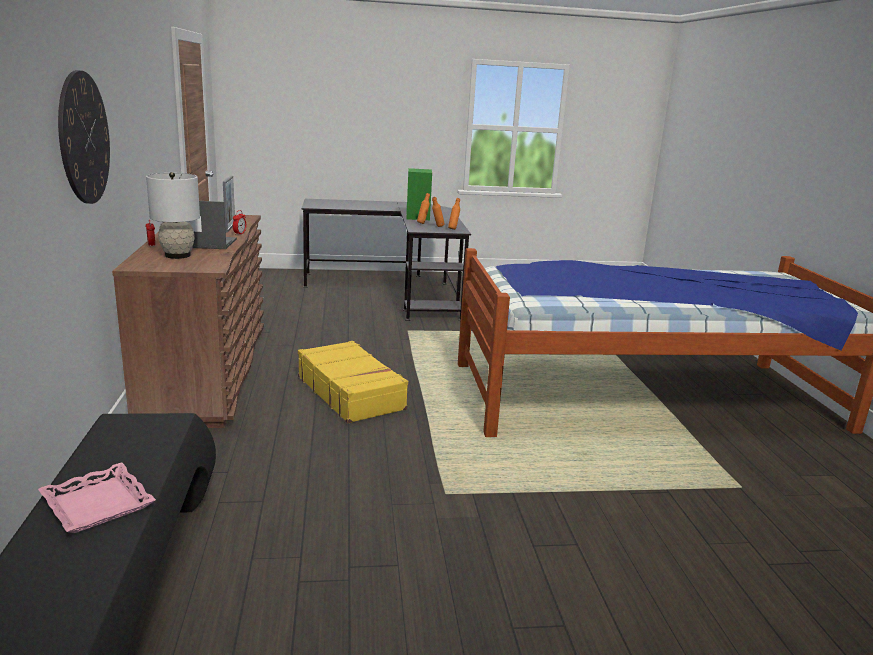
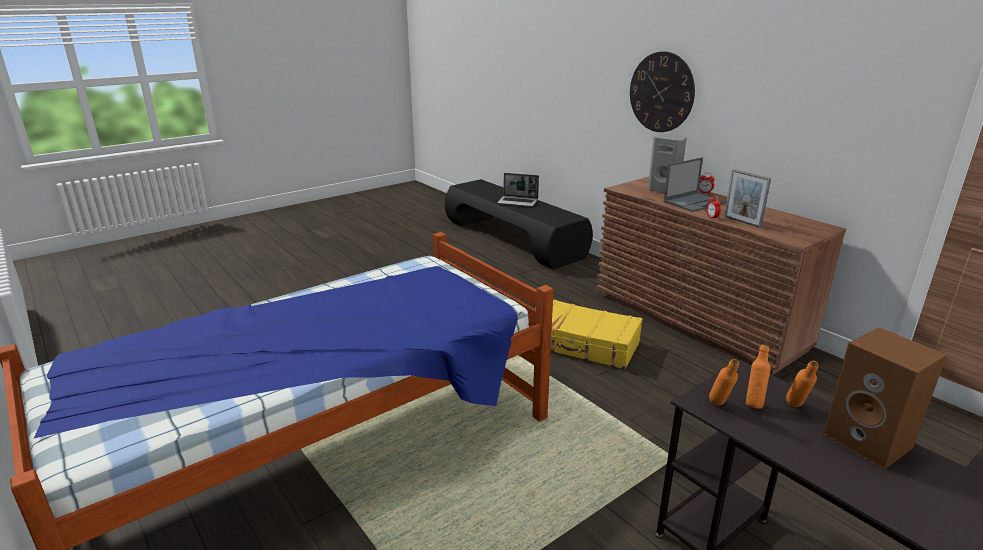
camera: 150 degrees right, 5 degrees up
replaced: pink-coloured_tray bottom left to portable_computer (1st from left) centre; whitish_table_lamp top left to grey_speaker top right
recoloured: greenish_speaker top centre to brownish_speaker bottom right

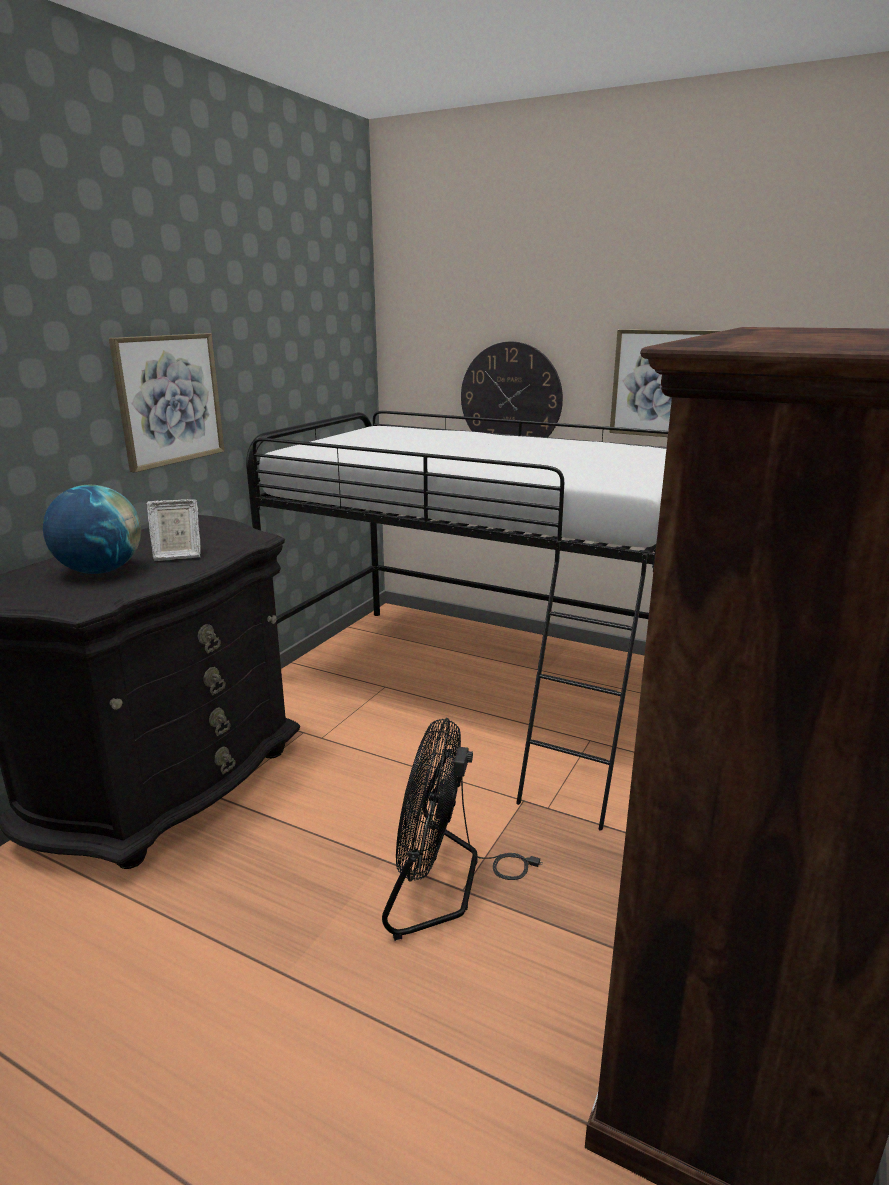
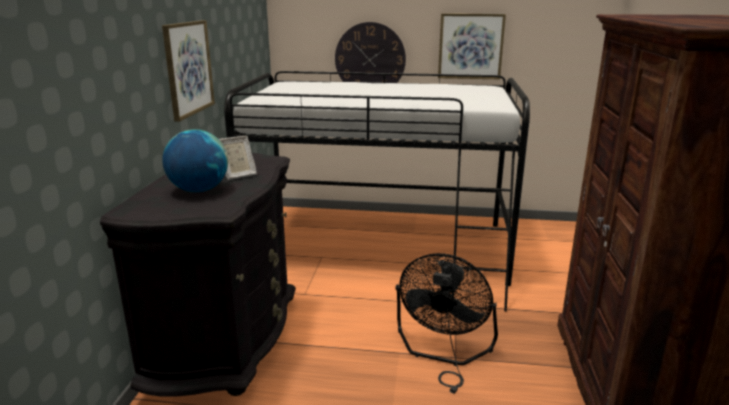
camera: 20 degrees left, 0 degrees up
turned: black-coloured_cooling_fan bottom centre = bottom centre 120 degrees clockwise

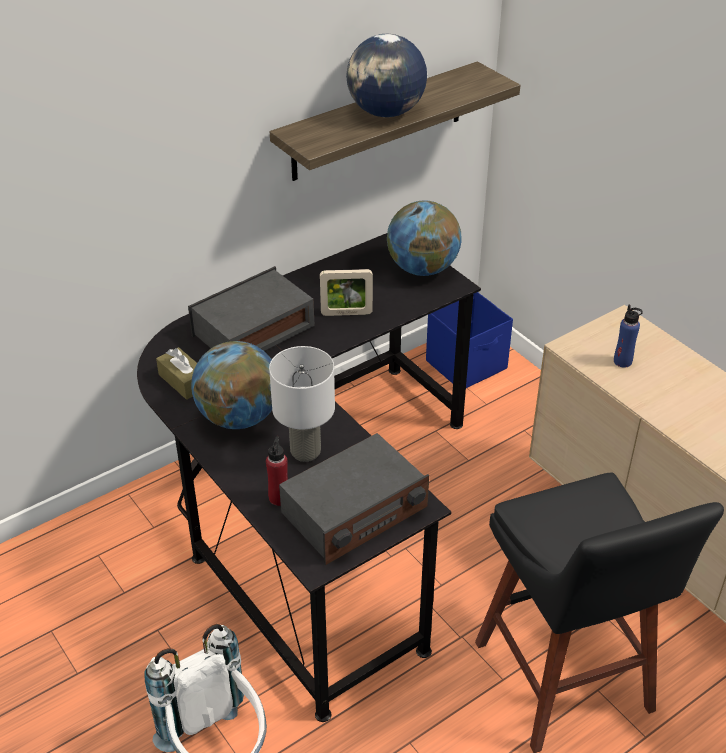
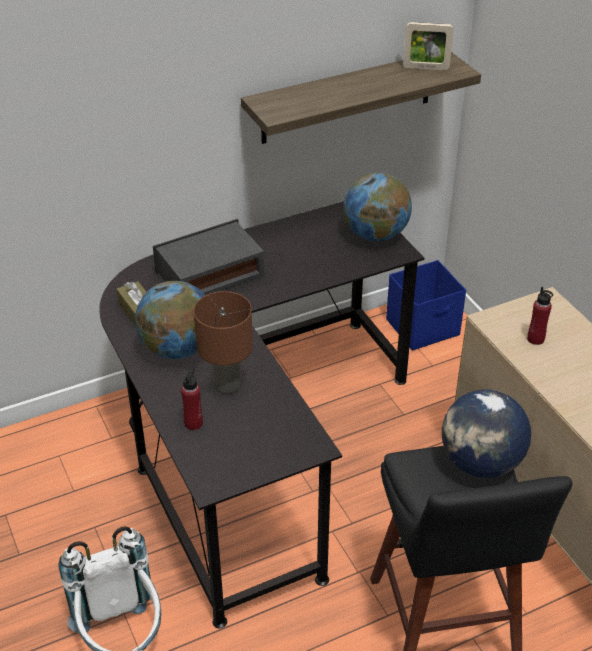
camera: 10 degrees right, 0 degrees up
removed: radio (2nd from left) centre
moved: picture_frame centre to top right; desk_globe (2nd from left in the first image) top centre to desk_globe (3rd from left) middle right
recoloured: whitish_table_lamp centre to brownish_table_lamp centre; bluish_drink_bottle middle right to red-coloured_drink_bottle (2nd from left) middle right

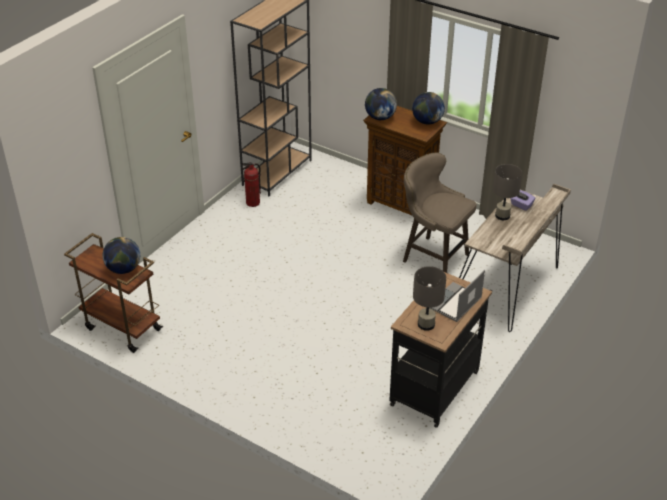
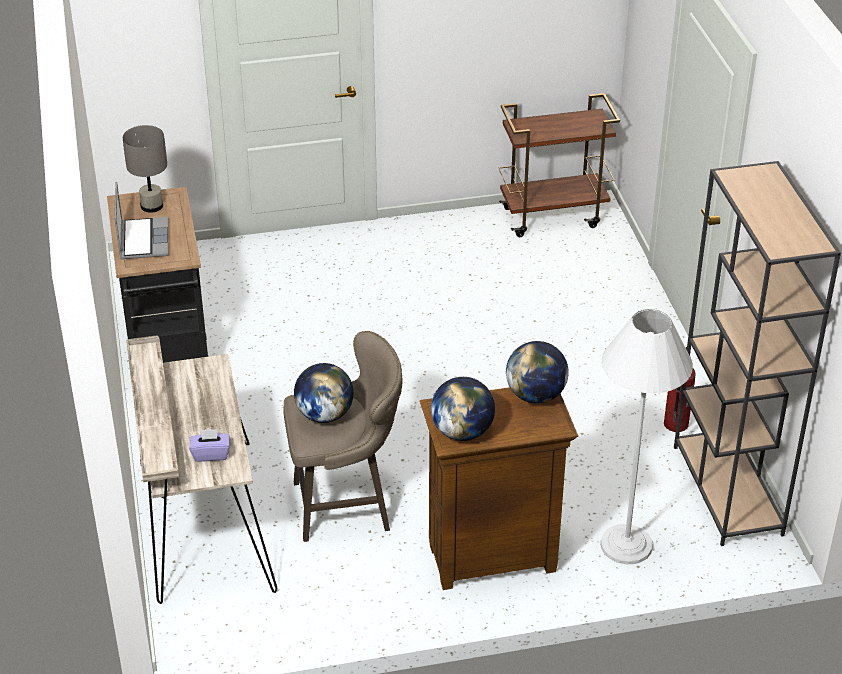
camera: 135 degrees right, 0 degrees up
removed: grey_table_lamp (2nd from left) middle right
added: whitish_standing_lamp middle right
moved: desk_globe (1st from left) middle left to centre

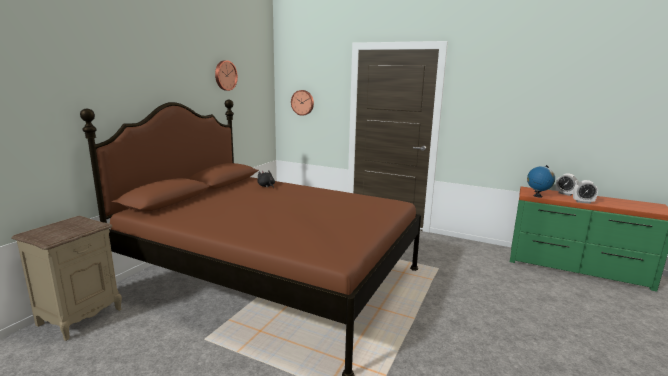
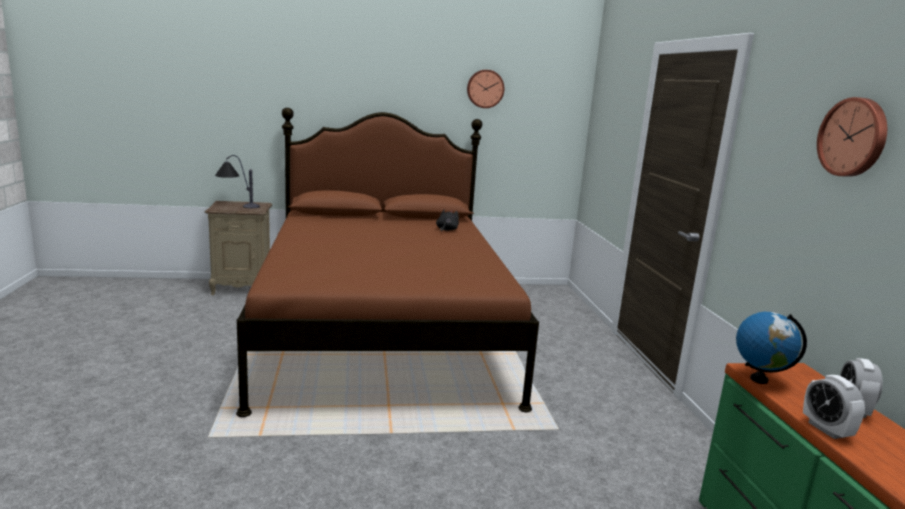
camera: 55 degrees right, 0 degrees up
added: table_lamp middle left
moved: hanging_clock (2nd from left) top centre to top right

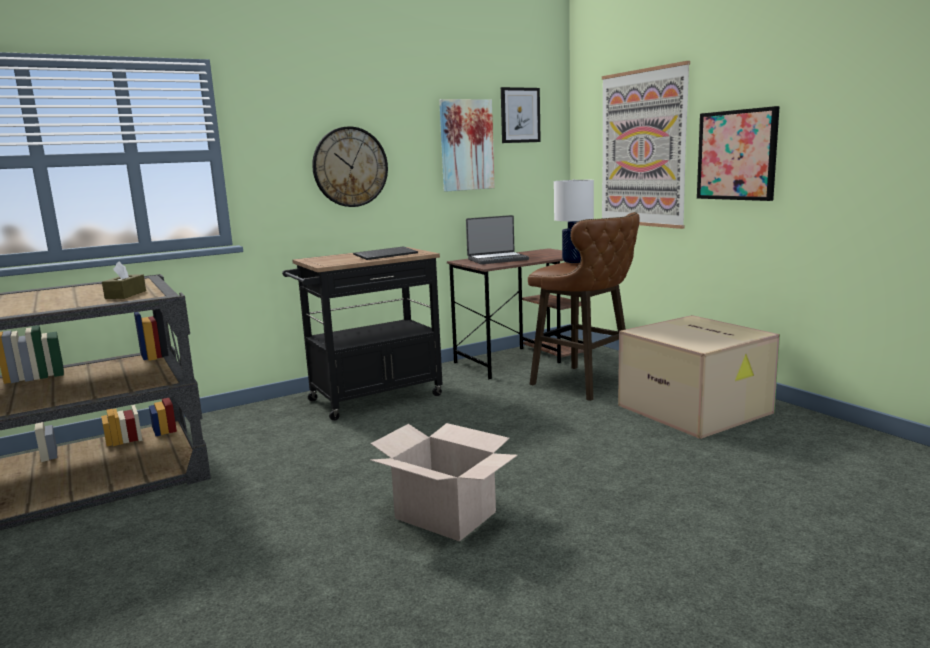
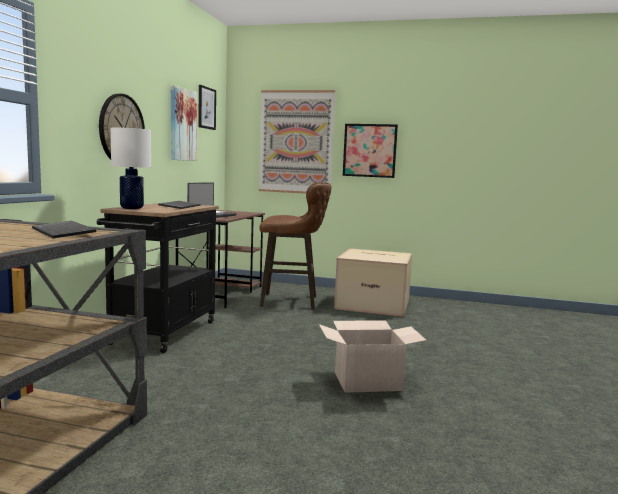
camera: 45 degrees left, 5 degrees down
moved: whitish_table_lamp centre to middle left
replaced: brownish_tissue_holder middle left to computer_keyboard (1st from left) middle left

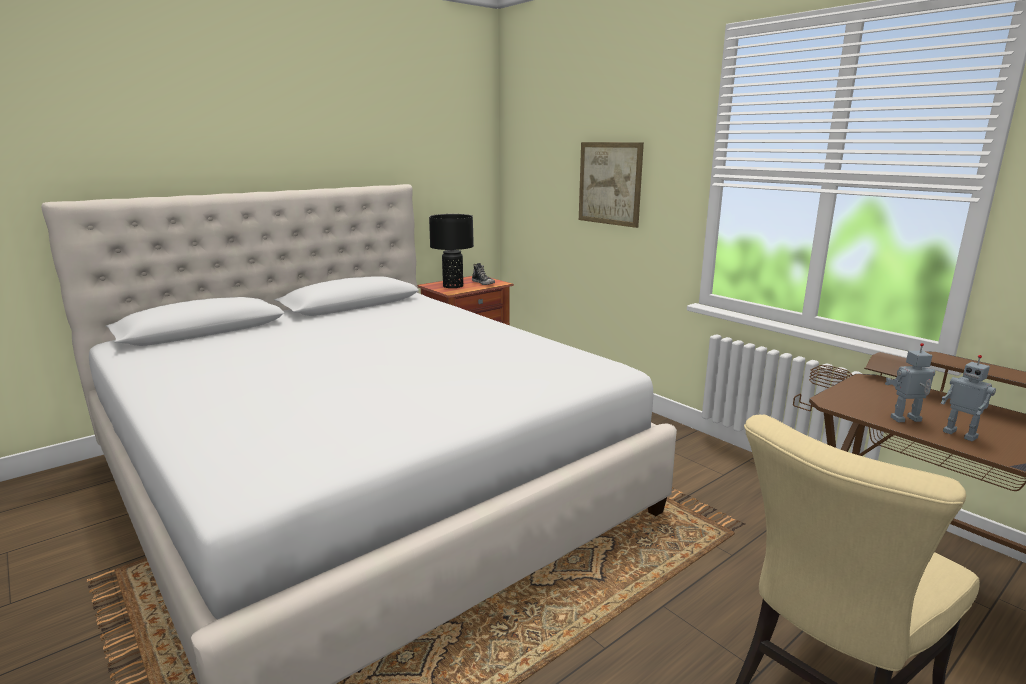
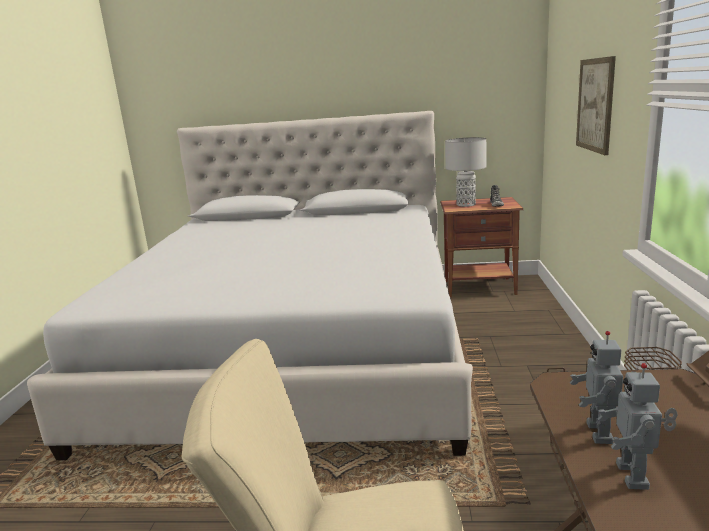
camera: 45 degrees right, 0 degrees up
recoloured: black-coloured_table_lamp centre to whitish_table_lamp top centre
turned: toy_robot (1st from left) middle right = bottom right 120 degrees counterclockwise

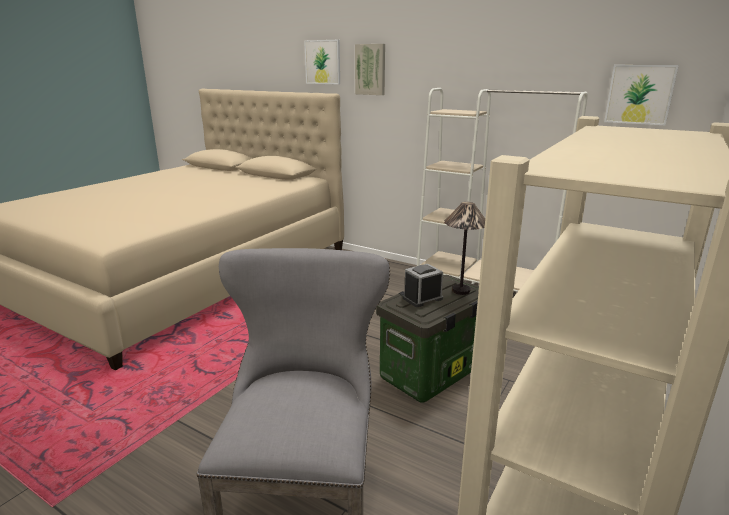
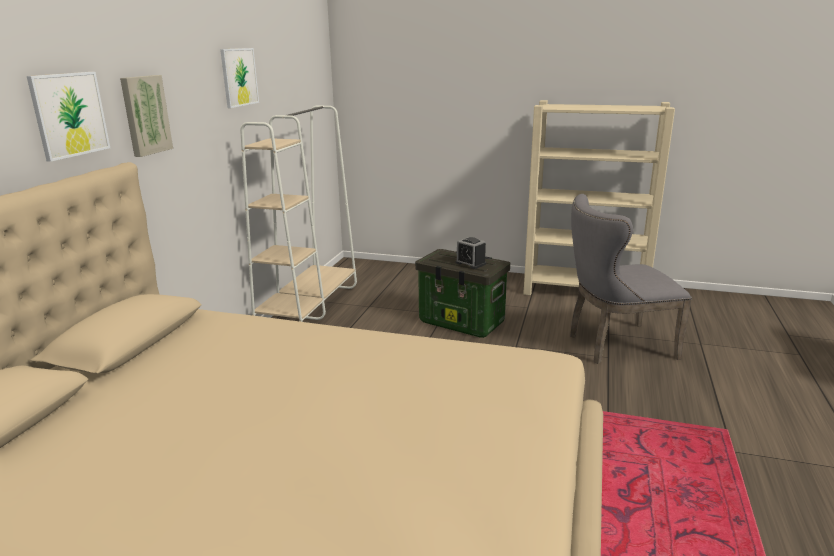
camera: 105 degrees left, 0 degrees up
removed: table_lamp centre
moved: wall_art (3rd from left) top right to top left

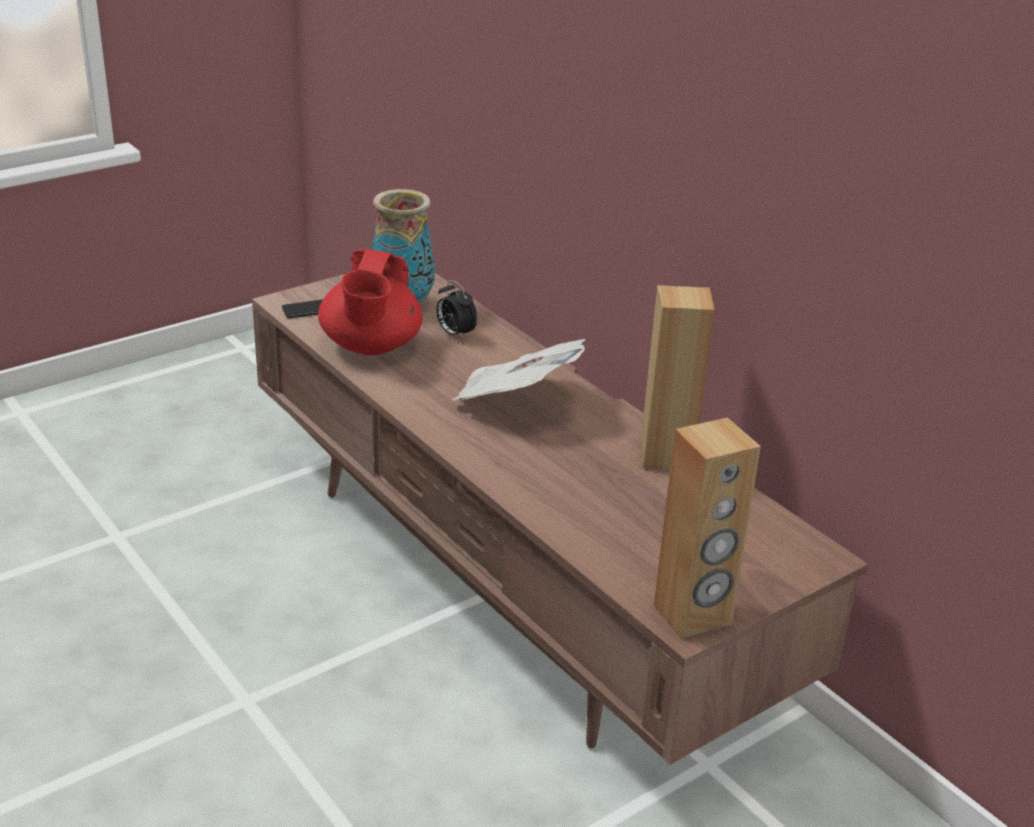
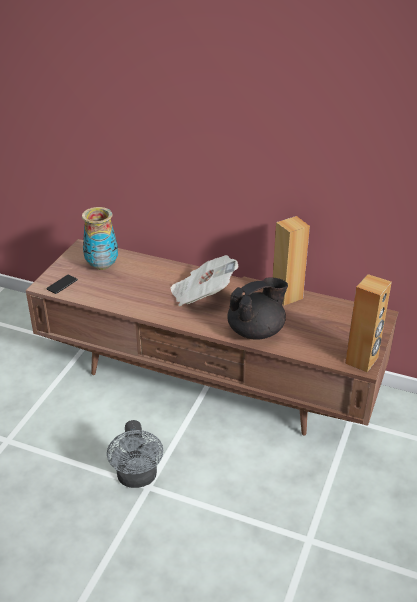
camera: 30 degrees left, 5 degrees up
removed: red-coloured_pot_for_tea centre; table_clock centre
added: grey_cooling_fan bottom left; black-coloured_pot_for_tea centre

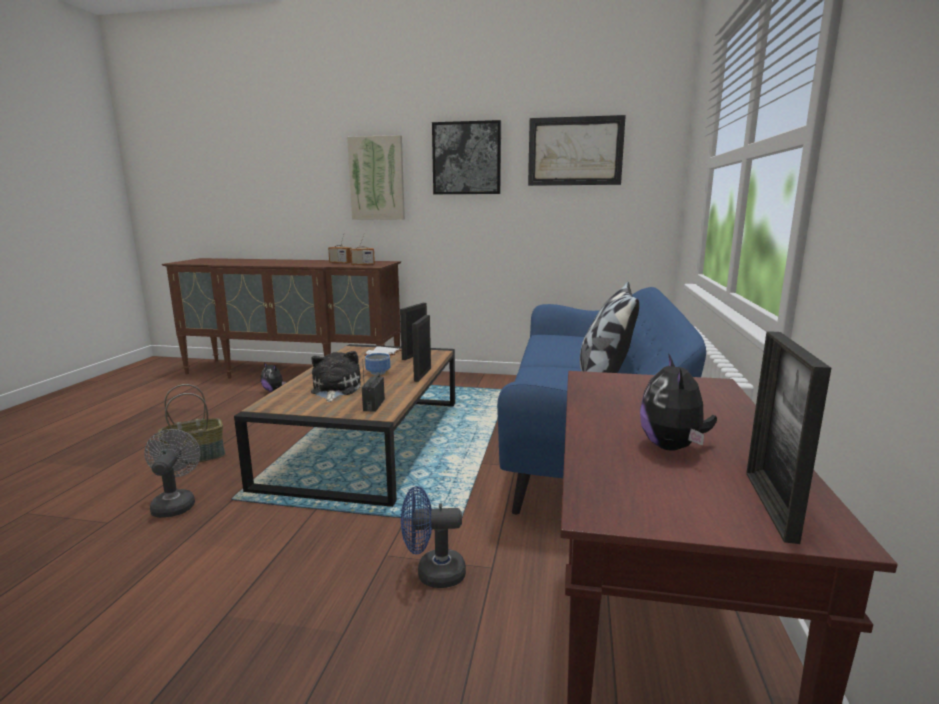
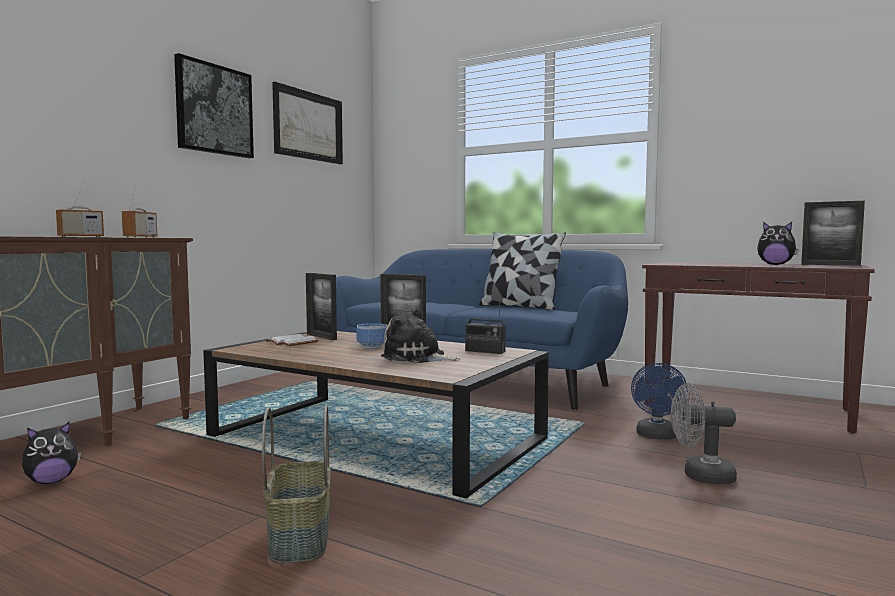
camera: 70 degrees left, 10 degrees down
removed: wall_art (1st from left) top centre
moved: grey_cooling_fan bottom left to bottom right

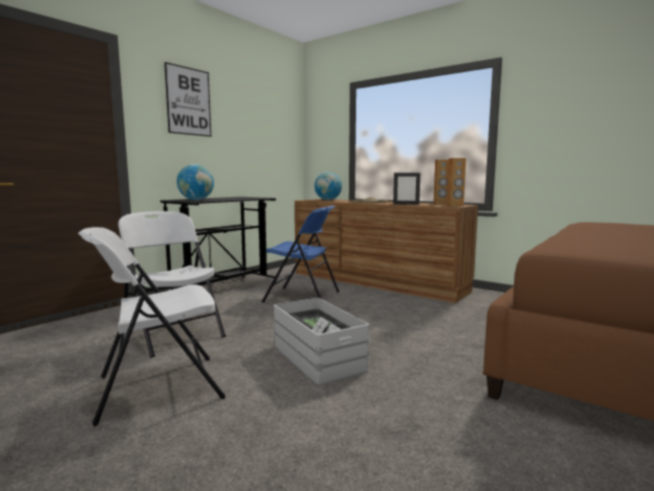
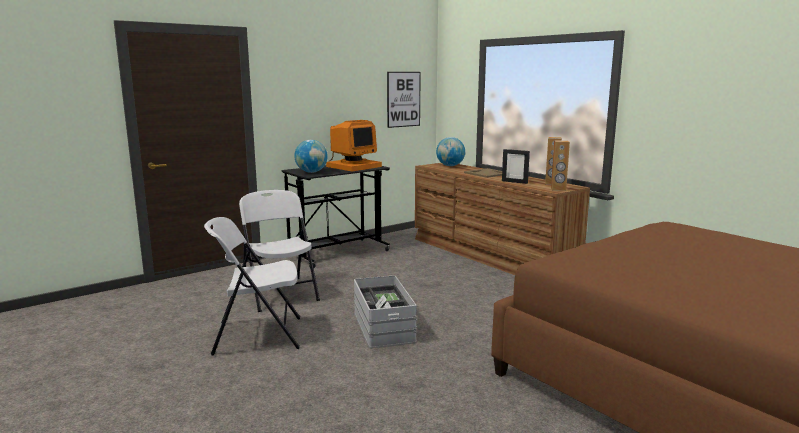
camera: 15 degrees right, 5 degrees up
removed: bluish_plain_chair centre
added: computer_screen centre
moved: wall_art top left to top centre

